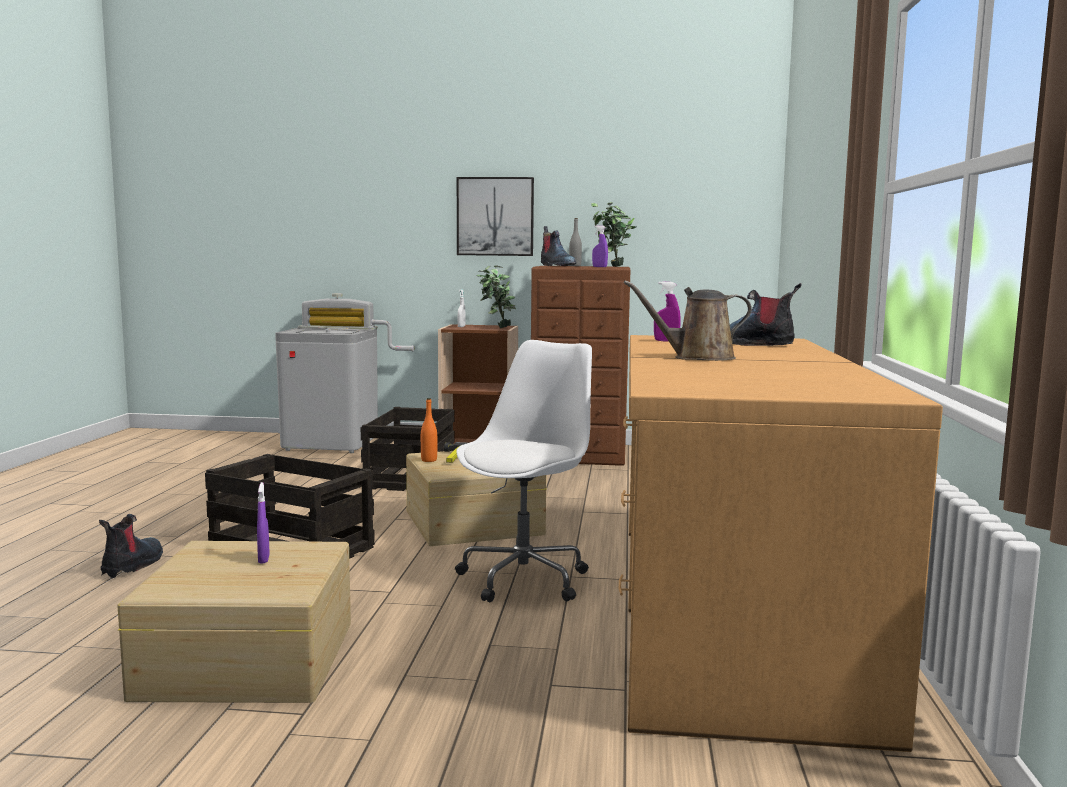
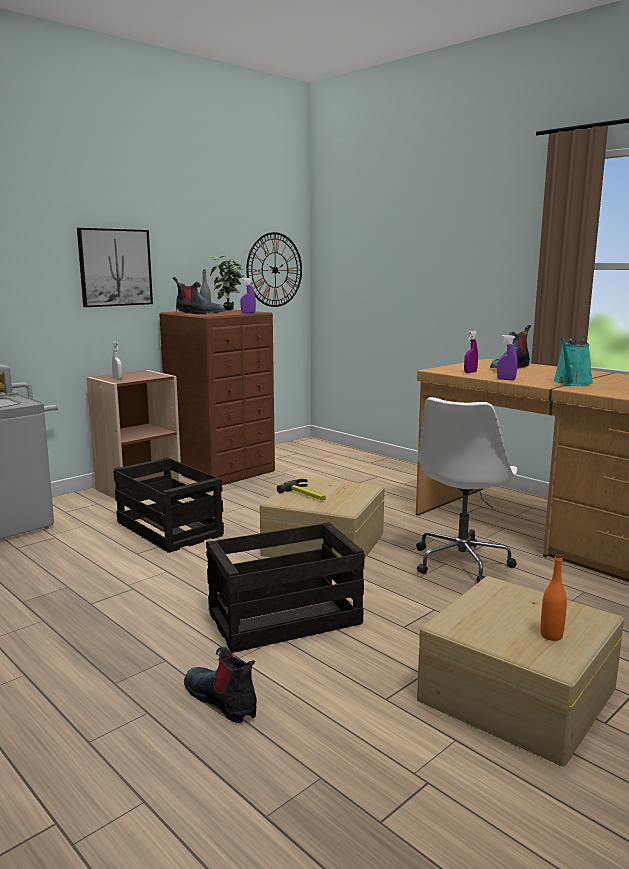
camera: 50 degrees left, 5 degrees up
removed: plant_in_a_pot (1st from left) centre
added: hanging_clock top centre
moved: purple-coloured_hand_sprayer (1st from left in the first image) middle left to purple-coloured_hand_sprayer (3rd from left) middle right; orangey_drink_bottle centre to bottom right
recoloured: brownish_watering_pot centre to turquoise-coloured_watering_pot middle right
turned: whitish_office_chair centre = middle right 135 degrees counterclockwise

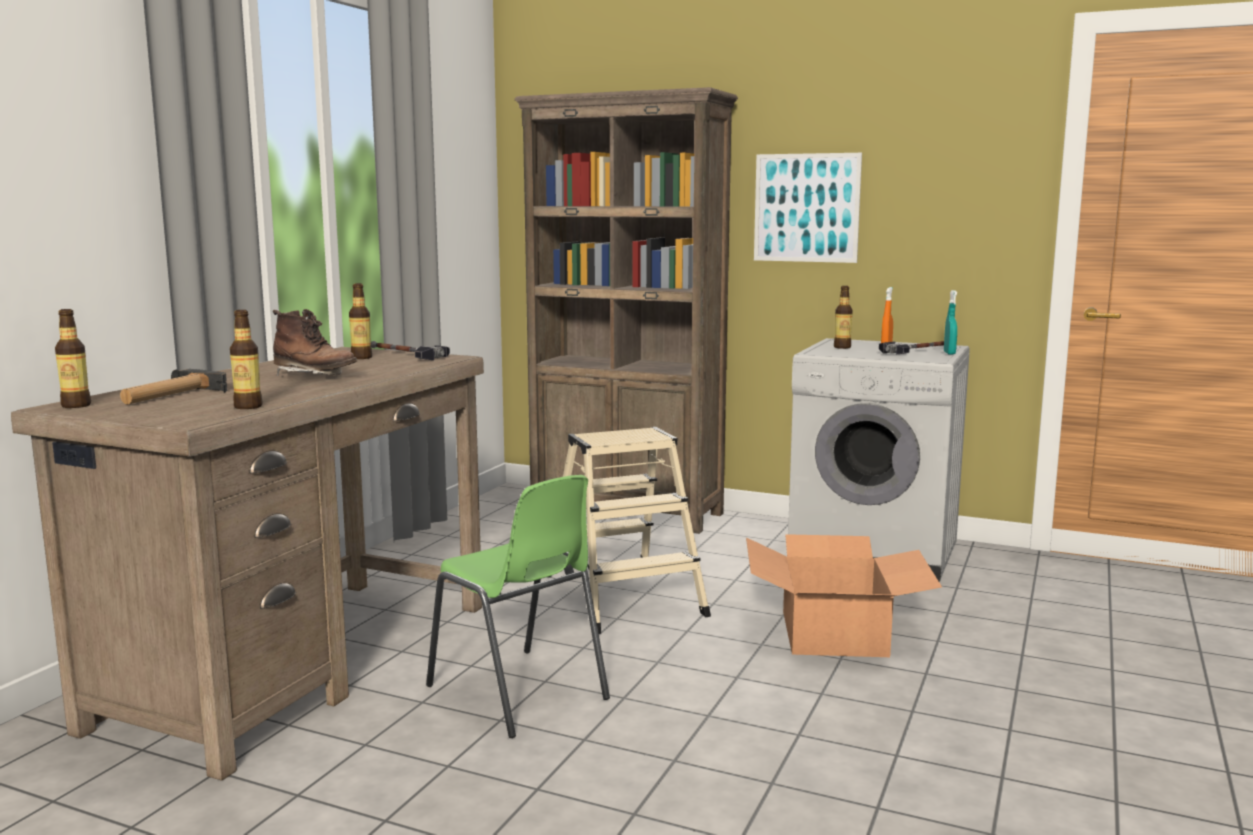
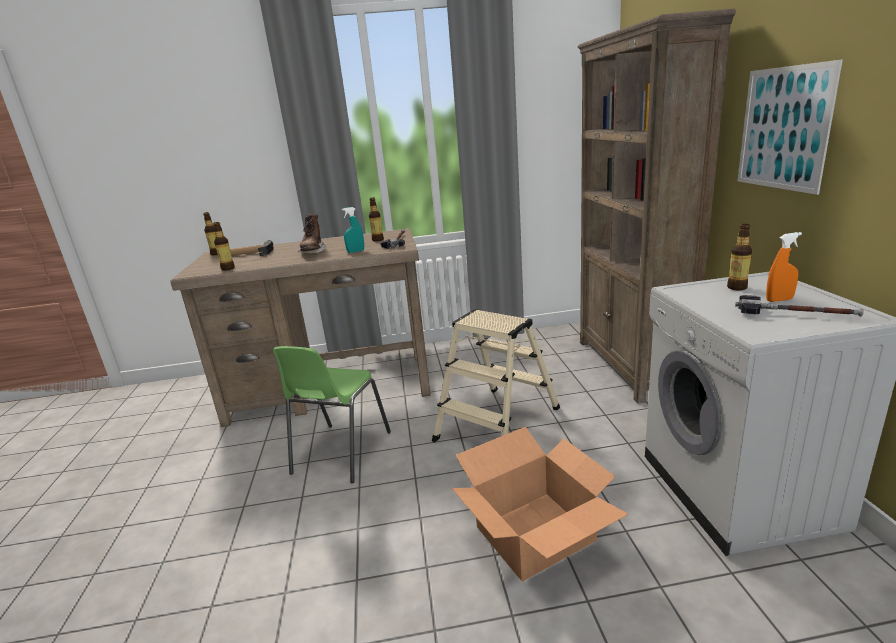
camera: 60 degrees right, 10 degrees up
moved: turquoise-coloured_hand_sprayer middle right to centre

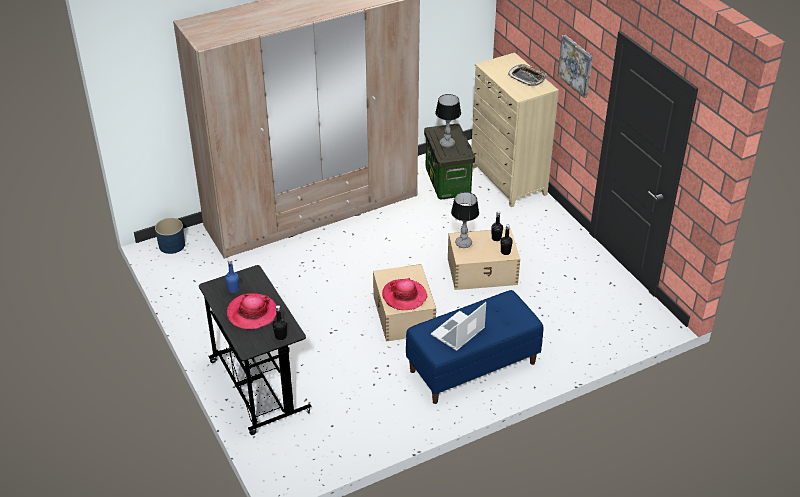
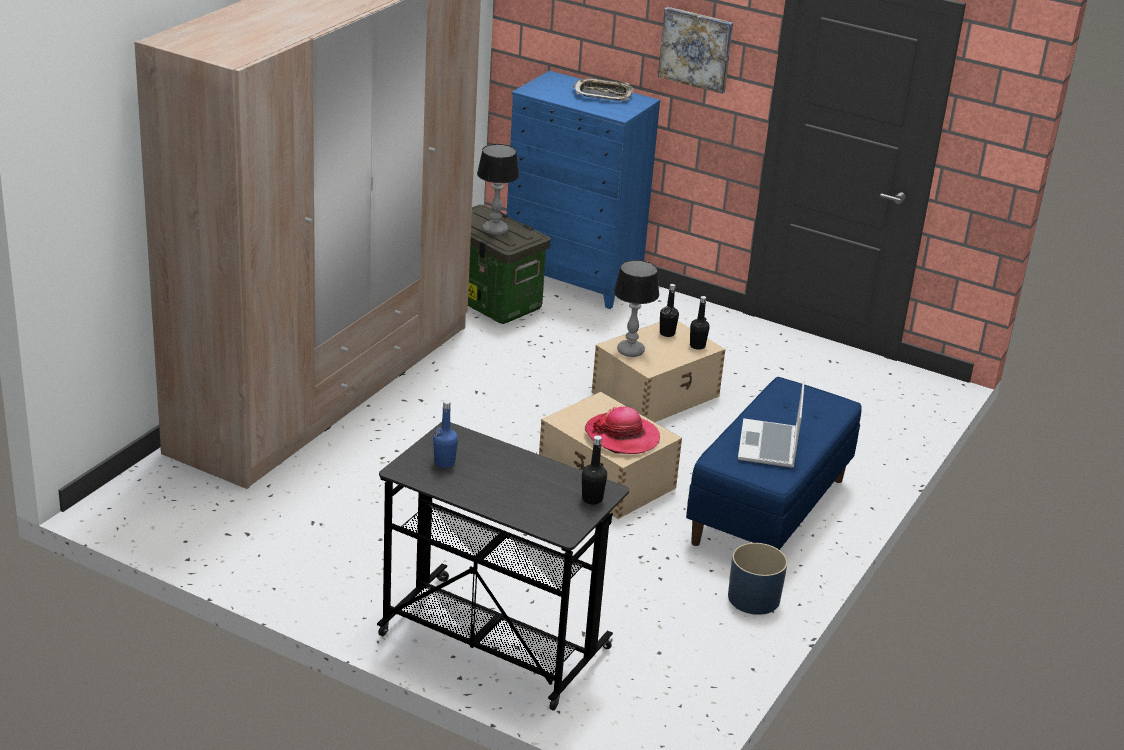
camera: 35 degrees left, 10 degrees down
removed: hat (1st from left) middle left
moved: bluish_flower_pot middle left to bottom right
recoloured: beige-coloured_chest_of_drawers top centre to bluish_chest_of_drawers top centre

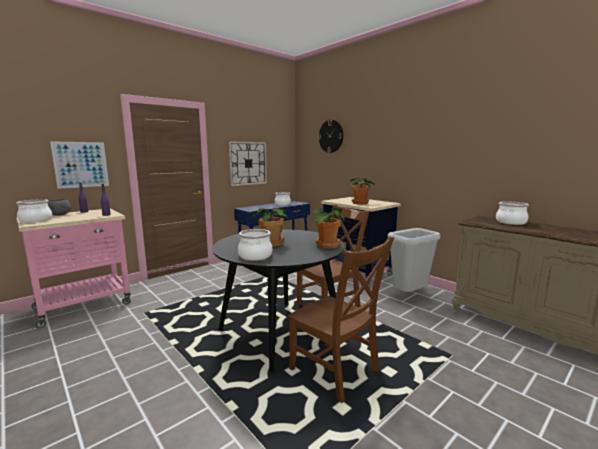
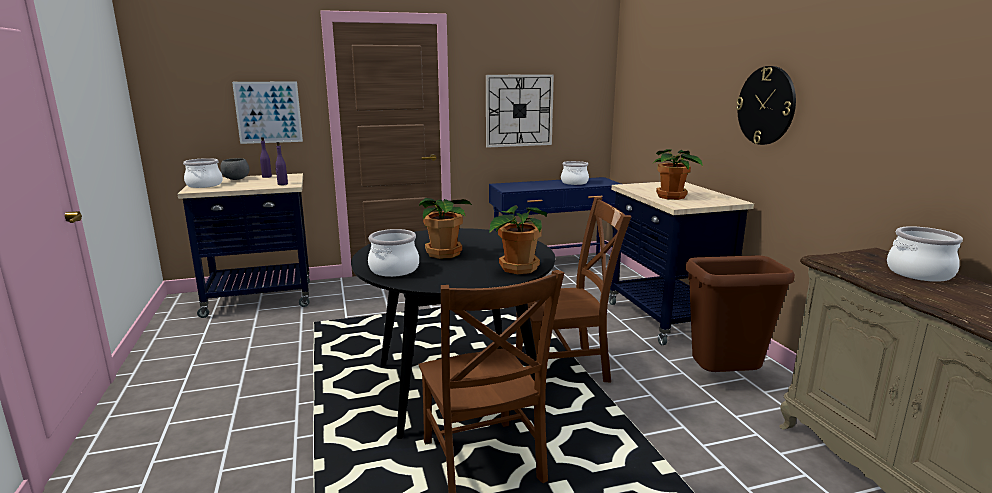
camera: 25 degrees right, 5 degrees up
moved: hanging_clock (2nd from left) top centre to top right
recoloured: pink-coloured_wheeled_cart middle left to bluish_wheeled_cart (1st from left) middle left; grey_waste_bin middle right to brownish_waste_bin middle right

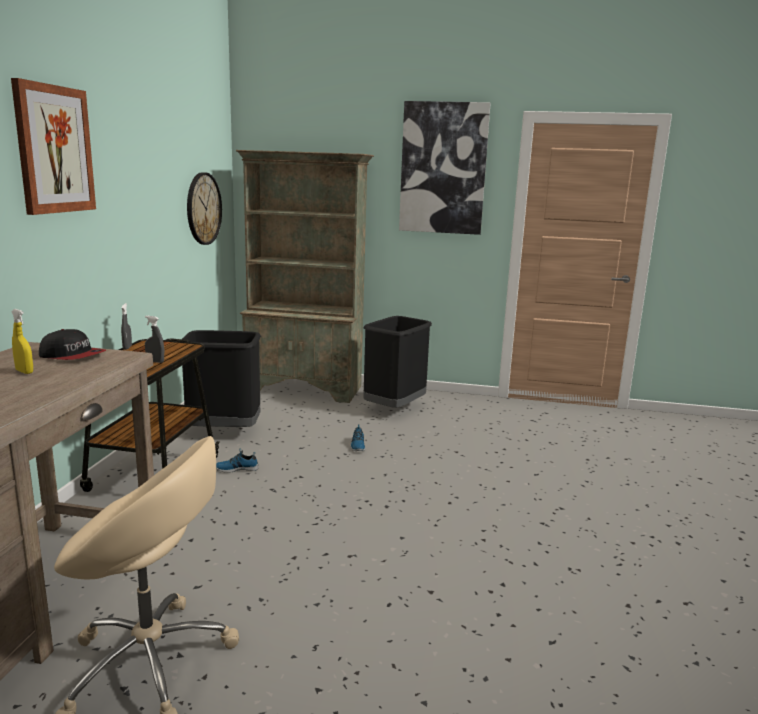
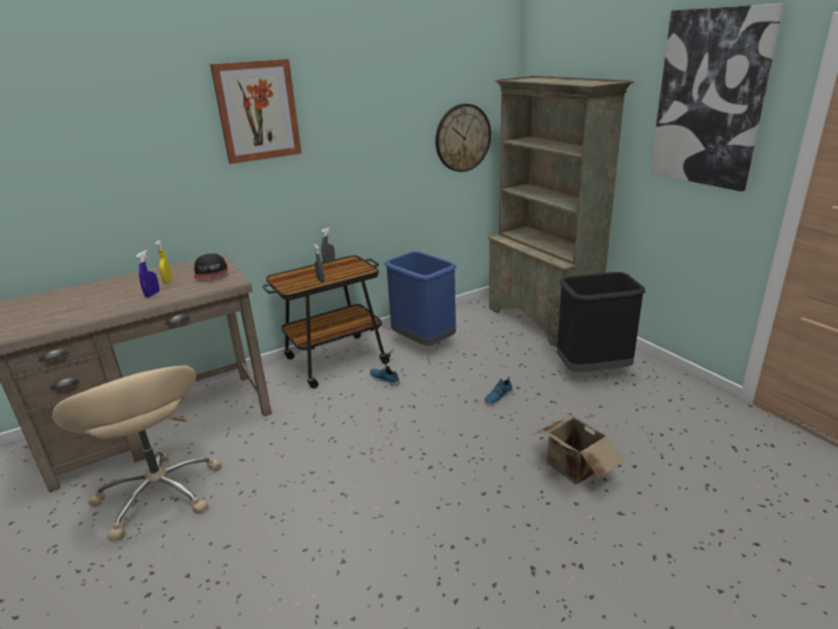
camera: 50 degrees right, 10 degrees up
added: bluish_hand_sprayer middle left; packing_box bottom right
recoloured: black-coloured_waste_bin (1st from left) middle left to bluish_waste_bin centre

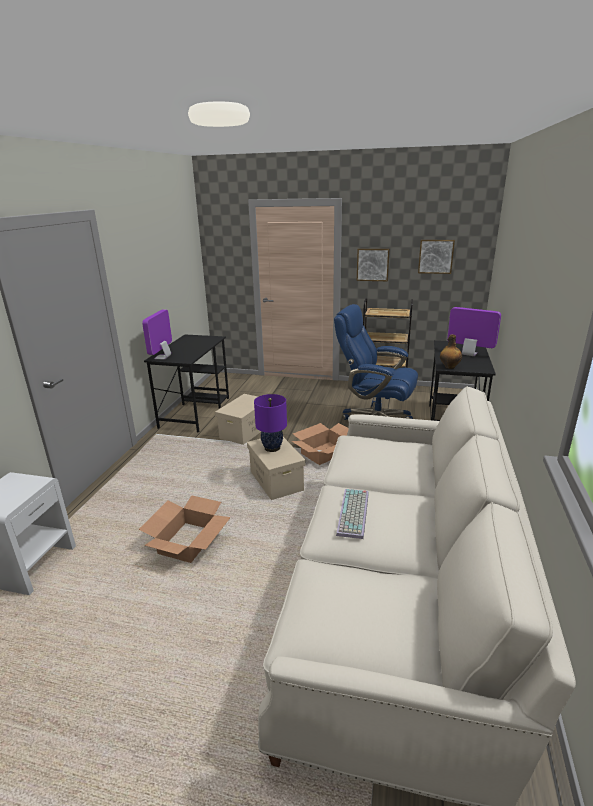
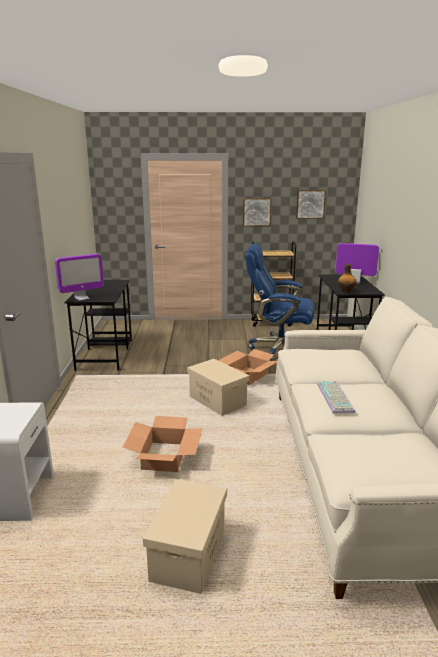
camera: 15 degrees left, 5 degrees down
removed: purple-coloured_table_lamp centre
moved: beige-coloured_storage_container (1st from left) centre to bottom centre
turned: computer_screen (1st from left) middle left = middle left 120 degrees counterclockwise

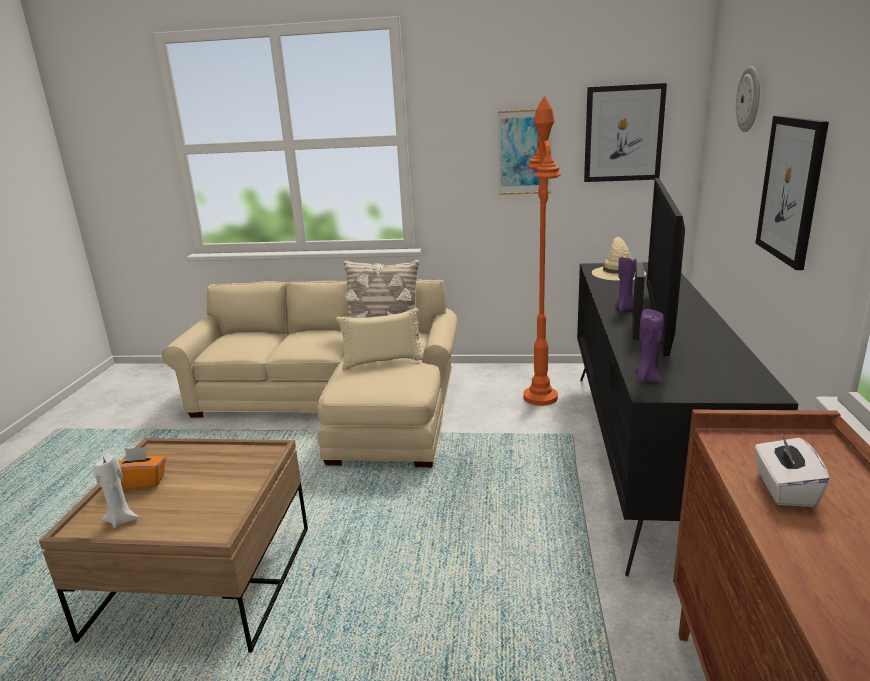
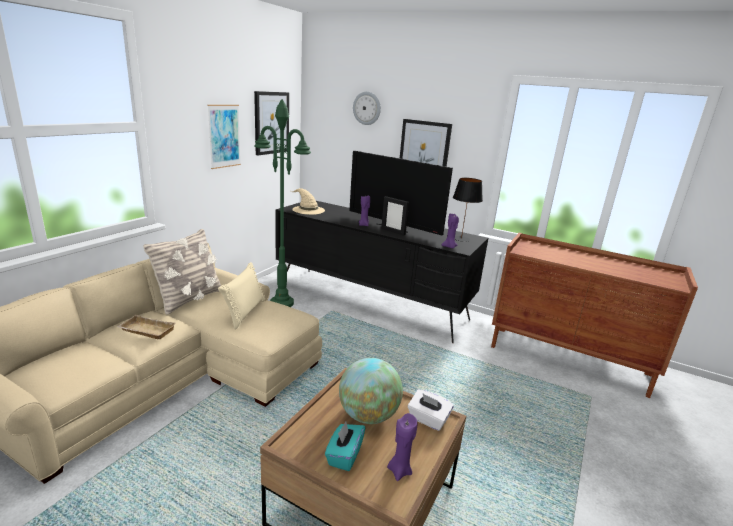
camera: 70 degrees left, 0 degrees up
added: beige-coloured_tray middle left; desk_globe bottom centre; black-coloured_table_lamp centre
moved: whitish_tissue_holder bottom right to bottom centre
recoloured: whitish_wax_light bottom left to purple-coloured_wax_light (2nd from left) bottom centre; orangey_tissue_holder bottom left to turquoise-coloured_tissue_holder bottom centre; orangey_standing_lamp centre to greenish_standing_lamp centre

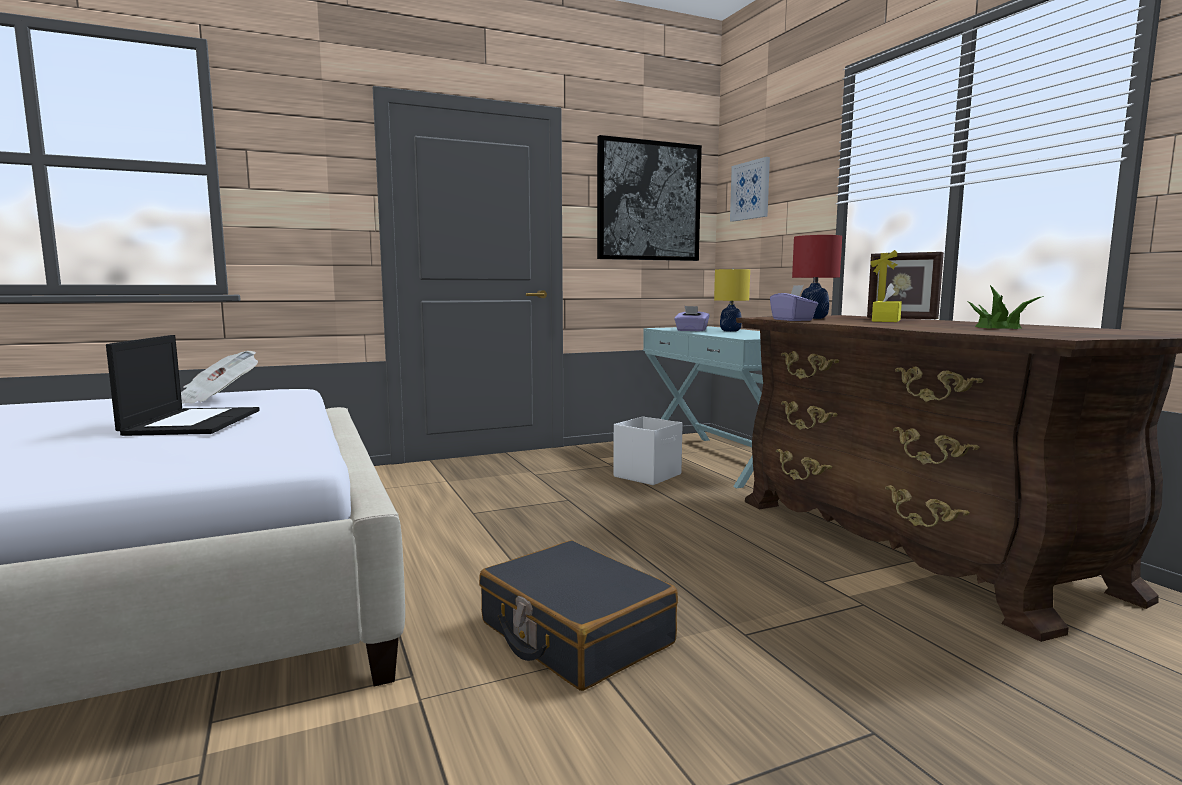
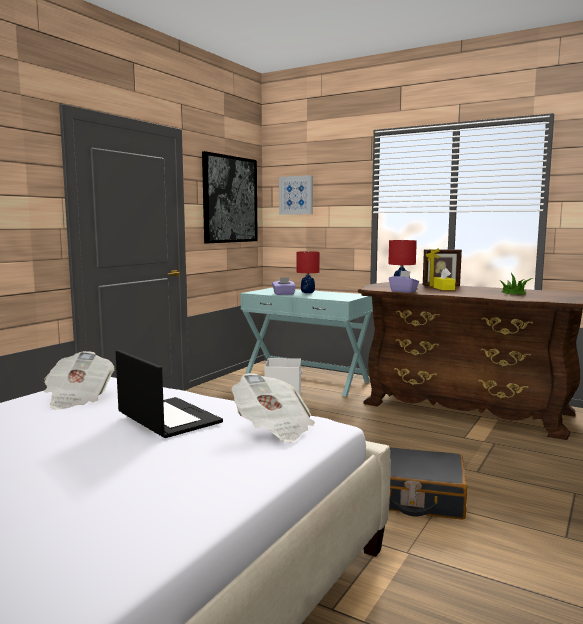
camera: 35 degrees left, 0 degrees up
added: daily_paper (2nd from left) centre
recoloured: yellow_table_lamp centre to red-coloured_table_lamp (1st from left) centre

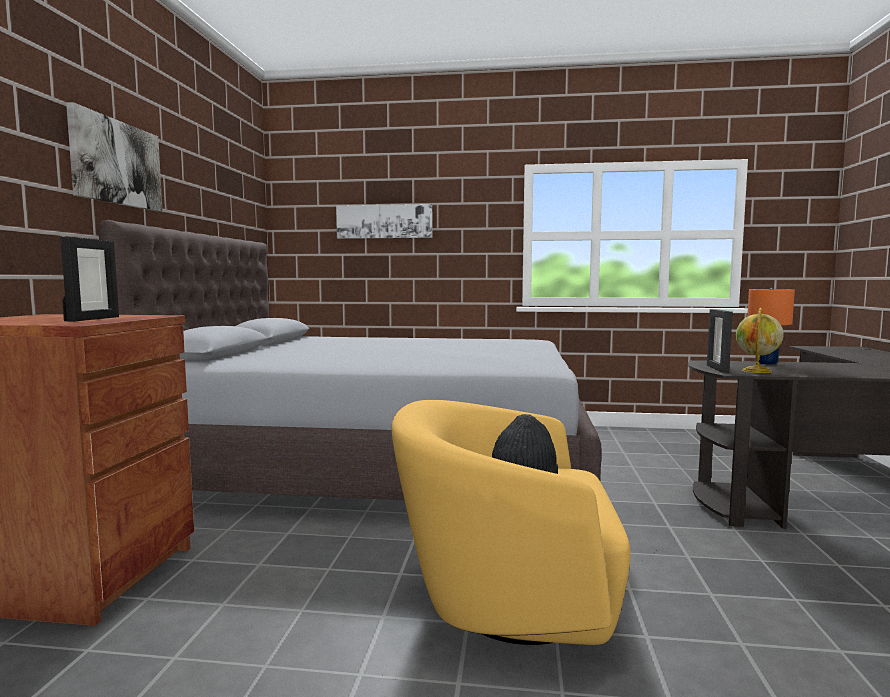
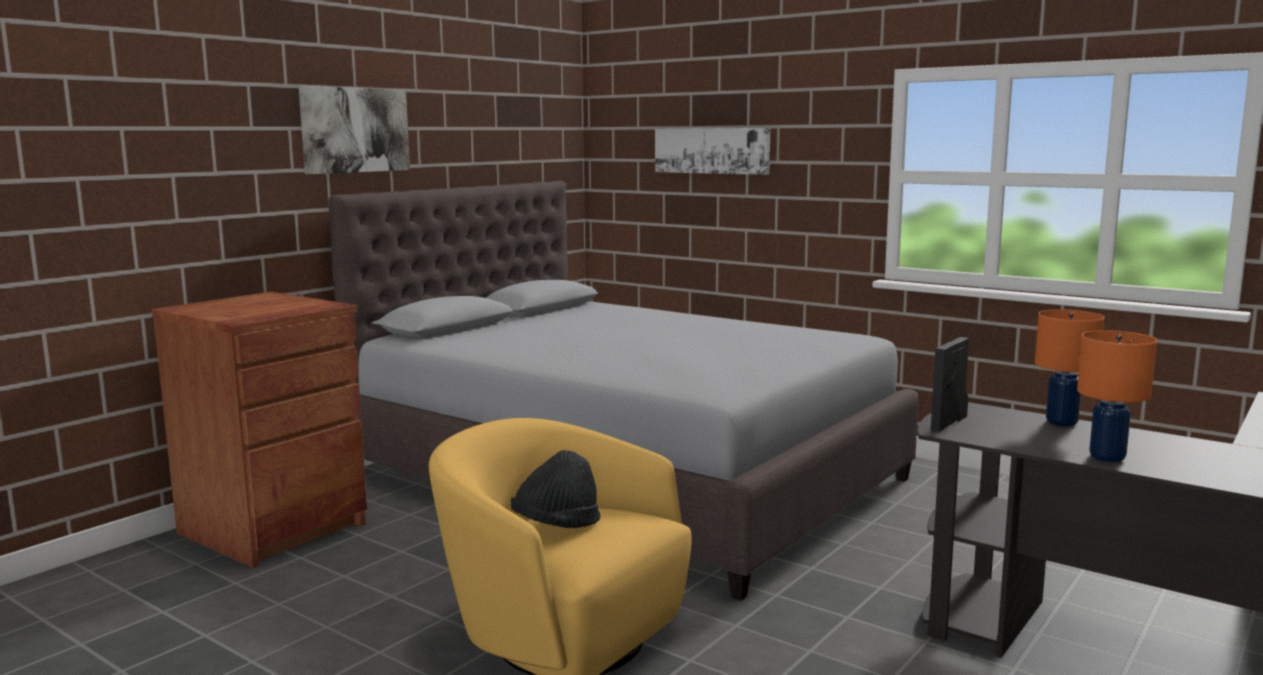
camera: 30 degrees right, 5 degrees up
removed: picture_frame (1st from left) middle left; desk_globe middle right
added: orangey_table_lamp (2nd from left) middle right

